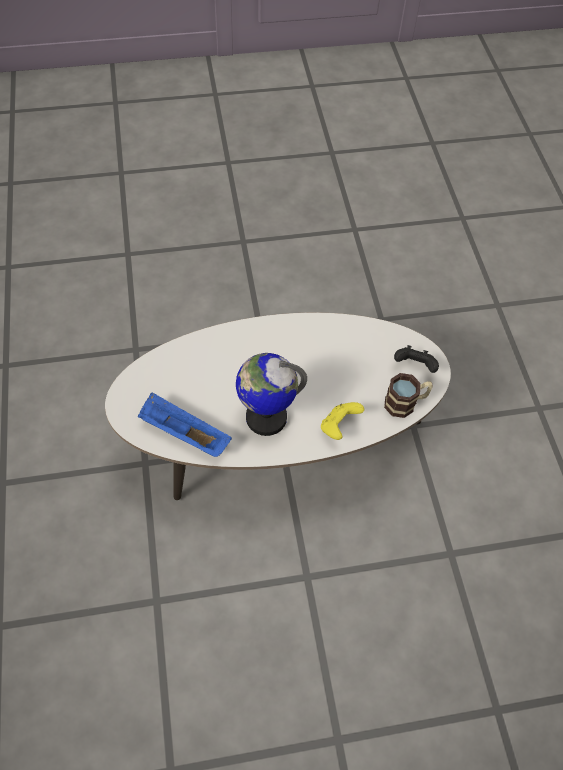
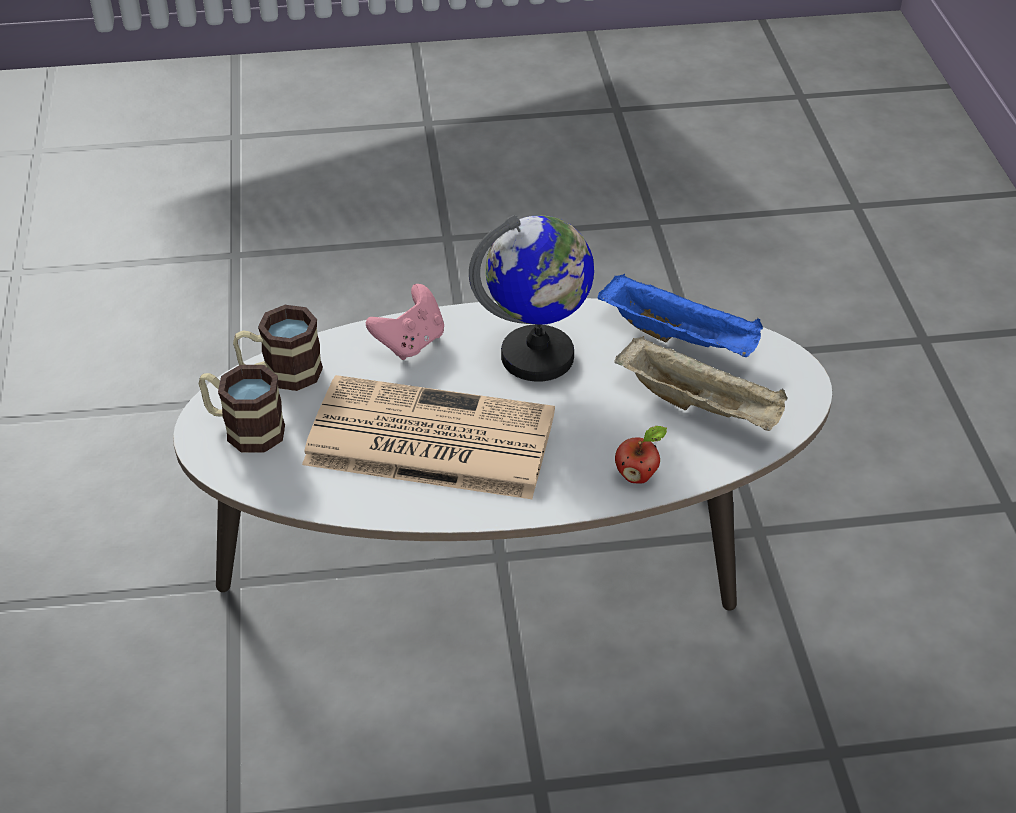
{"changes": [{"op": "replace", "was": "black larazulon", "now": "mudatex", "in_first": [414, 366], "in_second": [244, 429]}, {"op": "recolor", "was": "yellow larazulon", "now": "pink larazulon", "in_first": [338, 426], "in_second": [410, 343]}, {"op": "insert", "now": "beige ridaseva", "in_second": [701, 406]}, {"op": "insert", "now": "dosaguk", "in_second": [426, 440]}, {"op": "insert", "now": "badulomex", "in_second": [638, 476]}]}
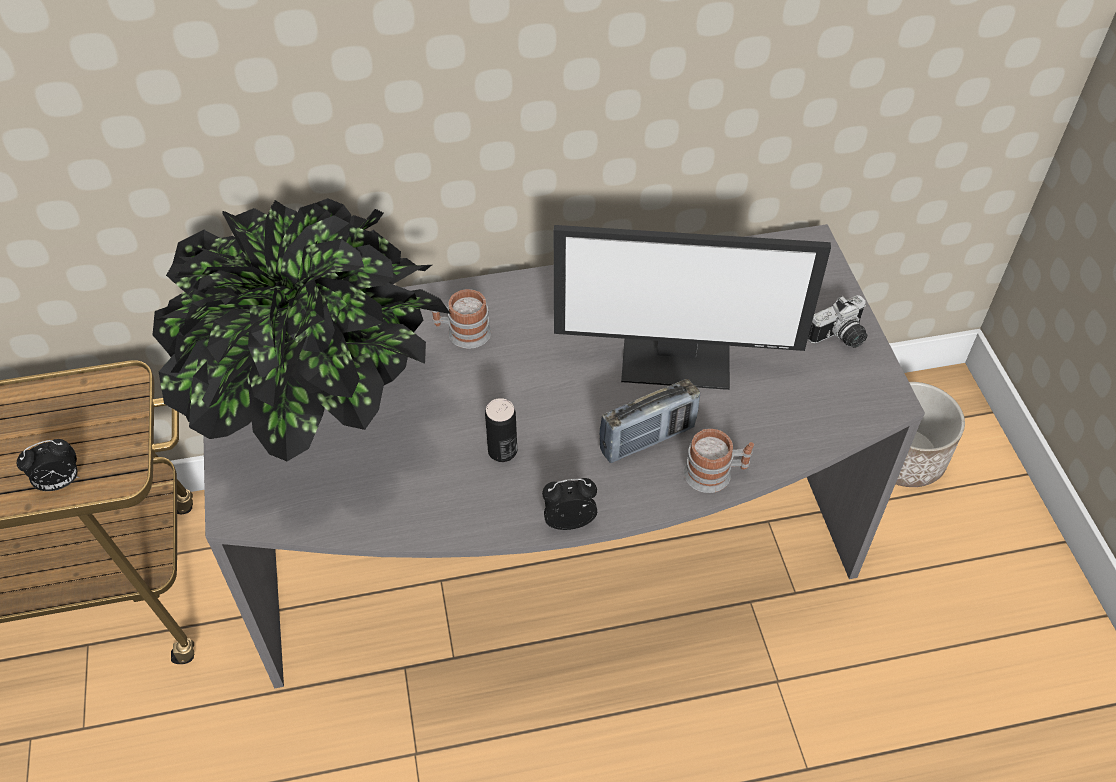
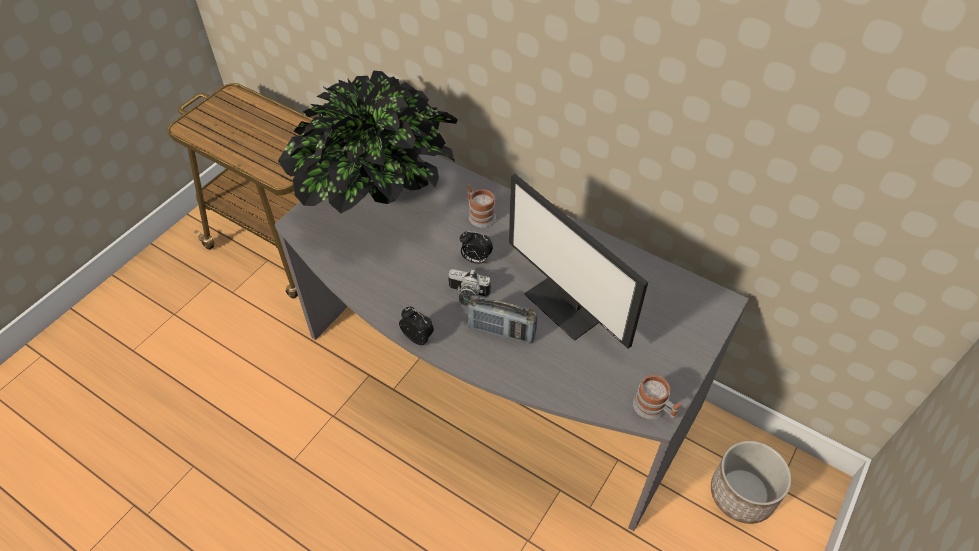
{"changes": [{"op": "move", "was": "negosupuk", "in_first": [840, 338], "in_second": [467, 296]}, {"op": "delete", "was": "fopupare", "in_first": [502, 451]}, {"op": "move", "was": "mudatex", "in_first": [715, 473], "in_second": [654, 409]}, {"op": "move", "was": "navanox", "in_first": [60, 483], "in_second": [475, 259]}]}
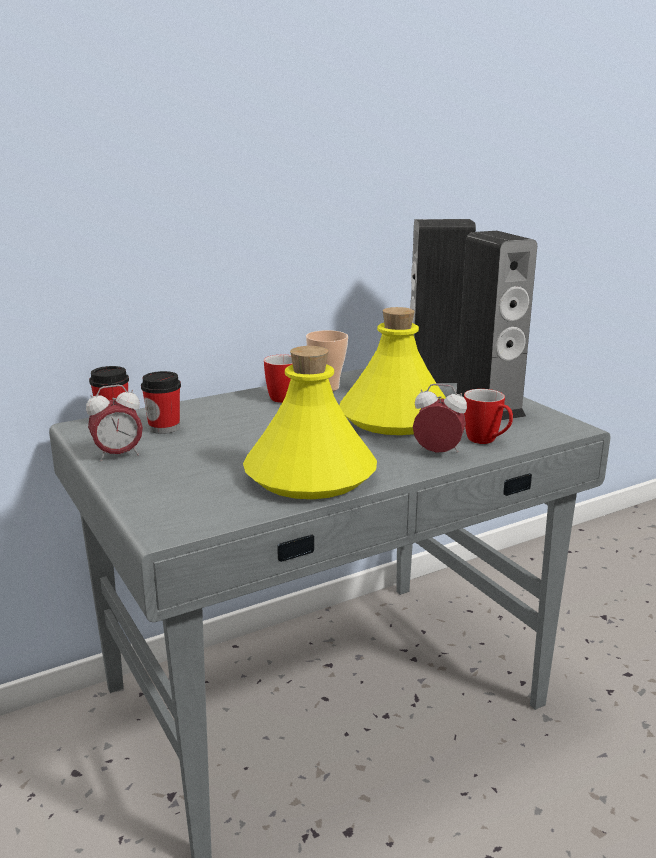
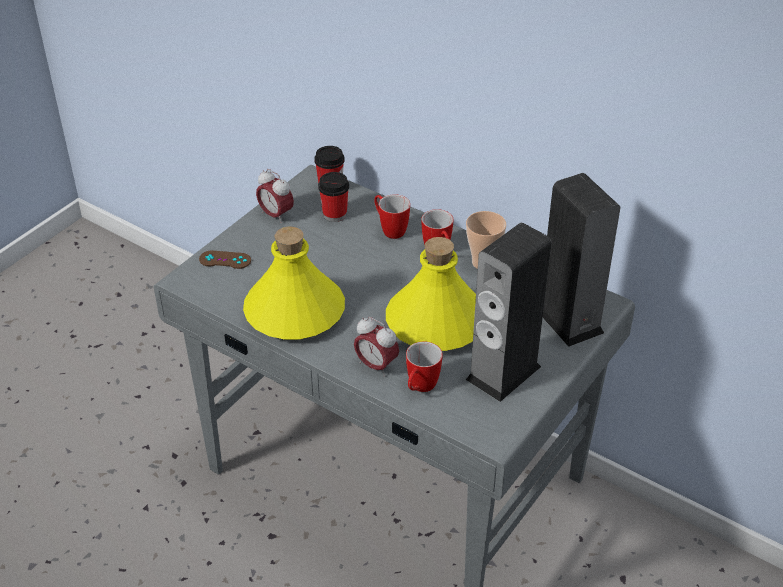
{"changes": [{"op": "rotate", "was": "navanox", "in_first": [438, 453], "in_second": [376, 366], "clockwise": 135}, {"op": "insert", "now": "mudatex", "in_second": [390, 229]}, {"op": "insert", "now": "brown larazulon", "in_second": [225, 260]}]}
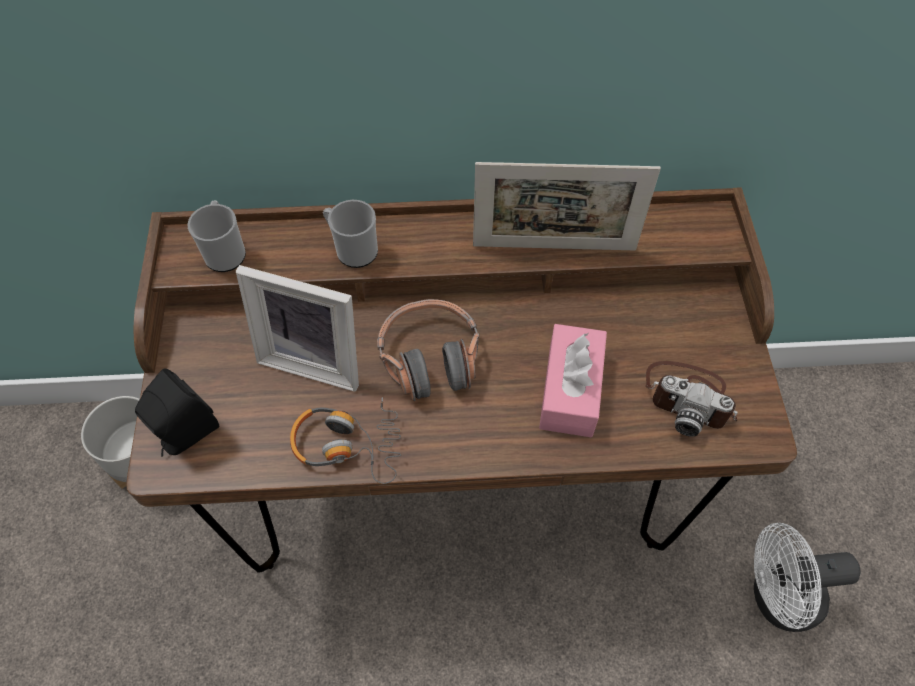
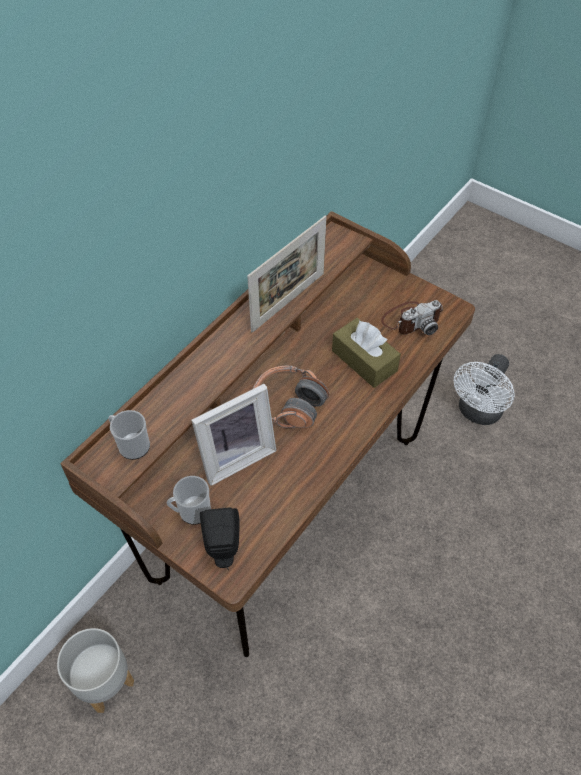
{"changes": [{"op": "move", "was": "mudatex", "in_first": [353, 250], "in_second": [191, 512]}, {"op": "recolor", "was": "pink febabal", "now": "brown febabal", "in_first": [570, 390], "in_second": [364, 360]}, {"op": "delete", "was": "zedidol", "in_first": [347, 445]}]}
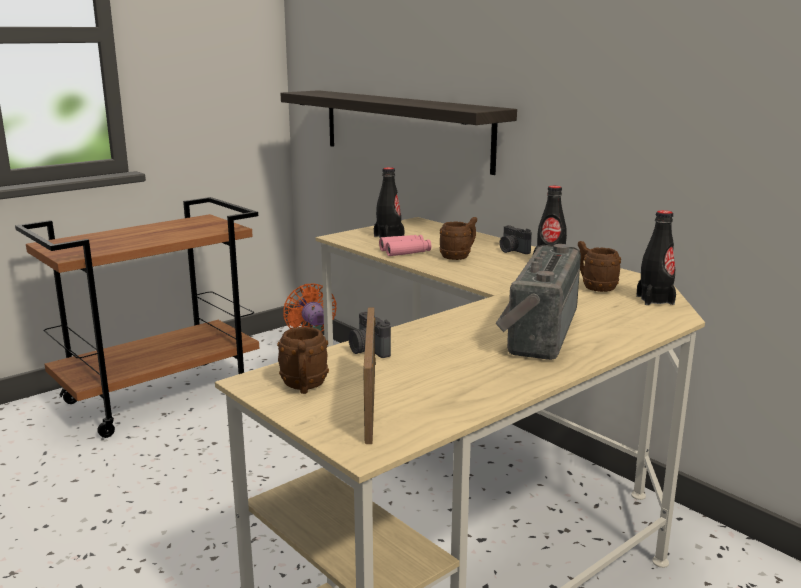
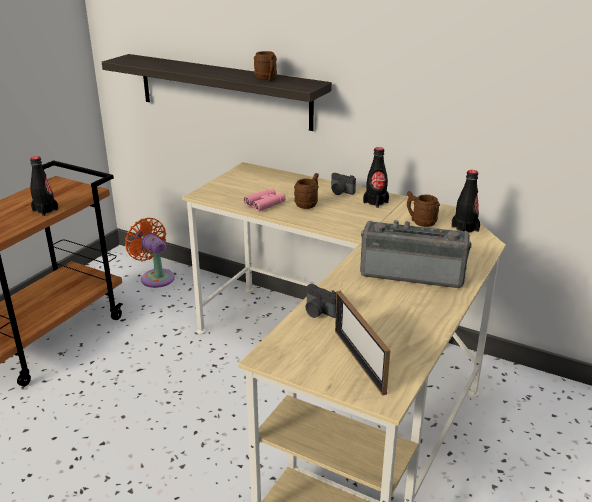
{"changes": [{"op": "move", "was": "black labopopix", "in_first": [389, 237], "in_second": [45, 210]}, {"op": "rotate", "was": "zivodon", "in_first": [535, 331], "in_second": [412, 273], "clockwise": 105}, {"op": "move", "was": "brown mudatex", "in_first": [304, 387], "in_second": [267, 79]}]}
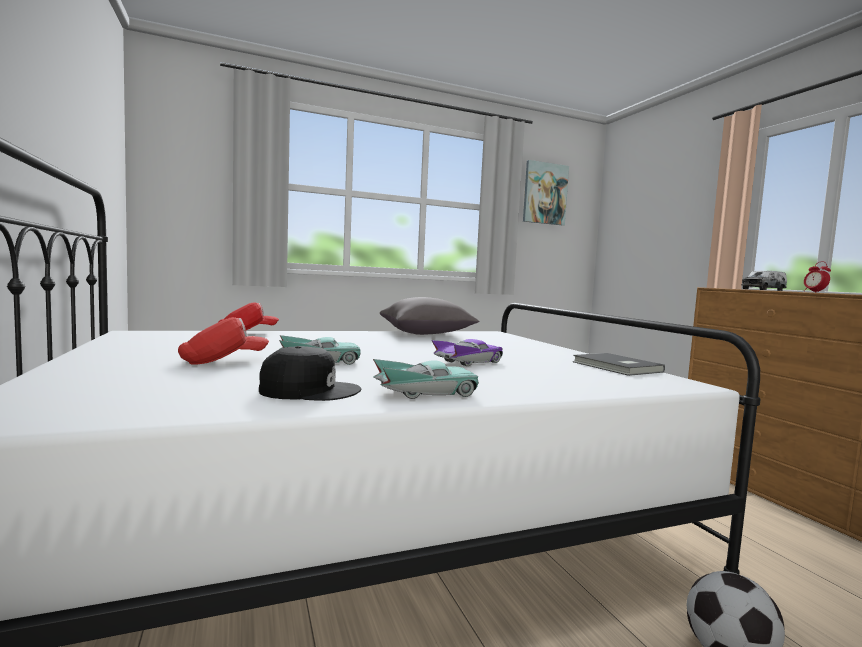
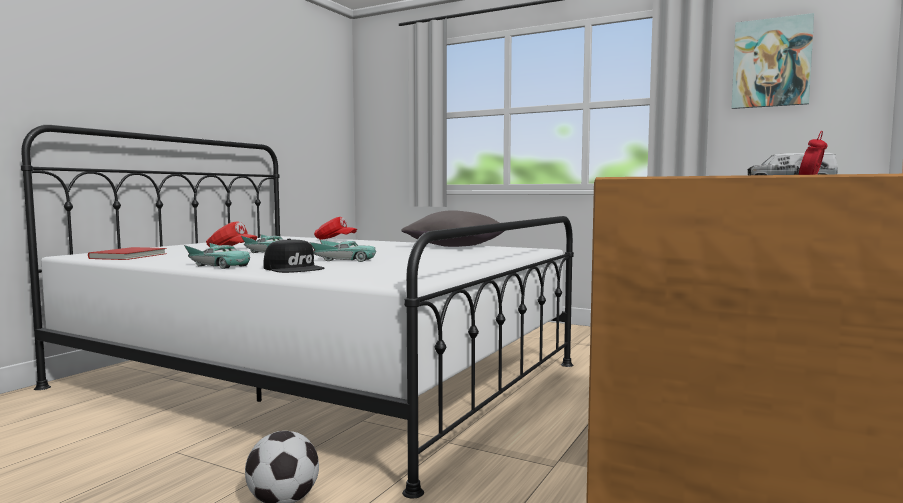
{"changes": [{"op": "recolor", "was": "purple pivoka", "now": "turquoise pivoka", "in_first": [468, 362], "in_second": [344, 260]}, {"op": "move", "was": "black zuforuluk", "in_first": [309, 390], "in_second": [294, 268]}, {"op": "delete", "was": "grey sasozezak", "in_first": [616, 367]}, {"op": "insert", "now": "red sasozezak", "in_second": [131, 256]}]}
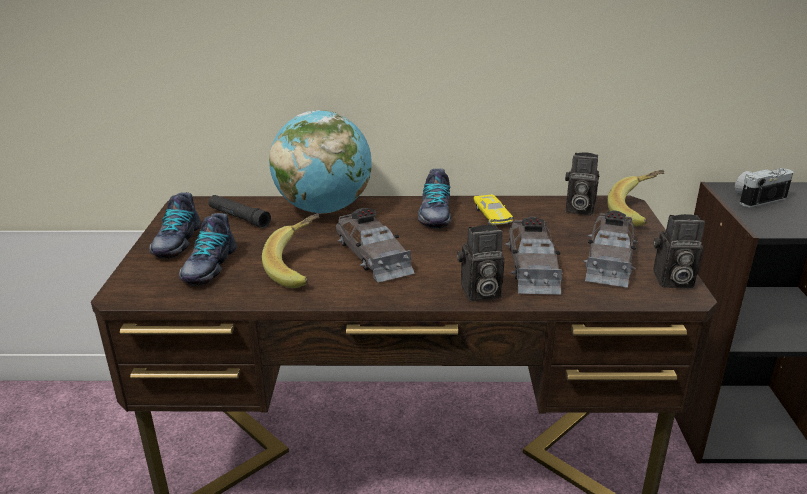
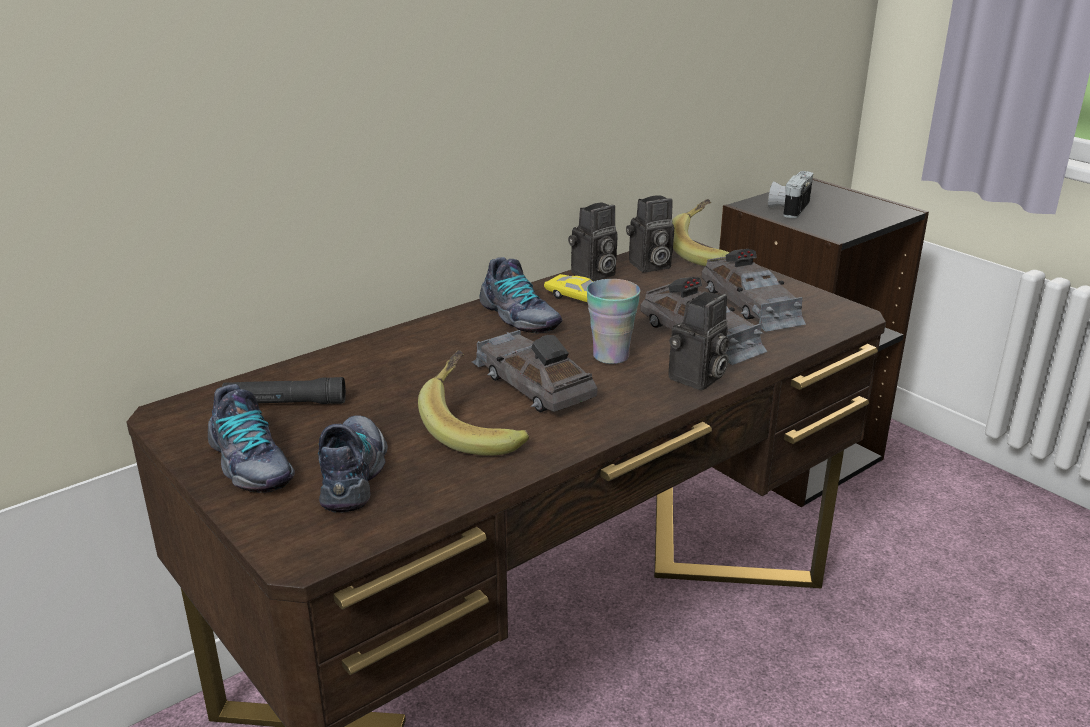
{"changes": [{"op": "delete", "was": "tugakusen", "in_first": [324, 209]}, {"op": "rotate", "was": "grey pivoka", "in_first": [373, 255], "in_second": [532, 384], "clockwise": -150}, {"op": "rotate", "was": "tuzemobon", "in_first": [208, 266], "in_second": [354, 473], "clockwise": -150}, {"op": "move", "was": "negosupuk", "in_first": [671, 281], "in_second": [593, 275]}, {"op": "insert", "now": "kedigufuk", "in_second": [611, 356]}]}
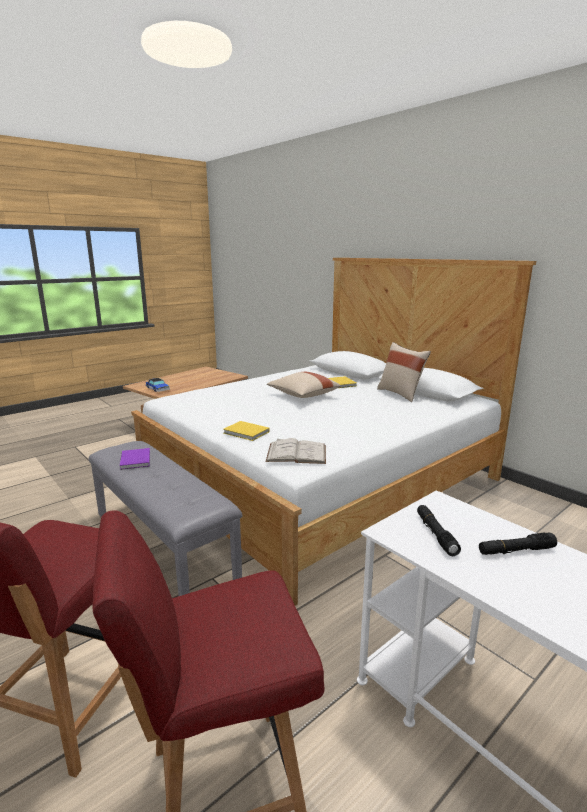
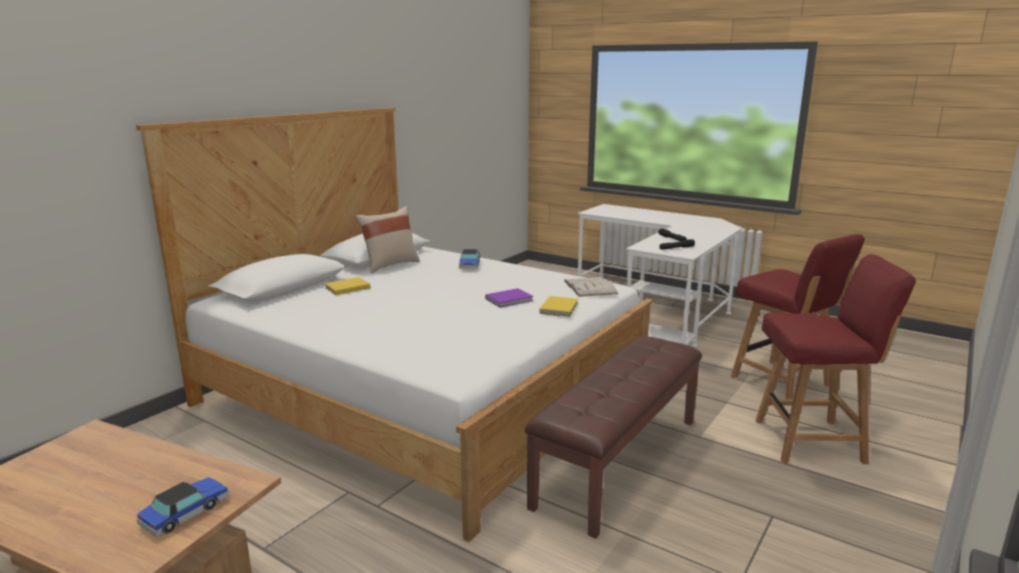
{"changes": [{"op": "delete", "was": "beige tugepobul", "in_first": [303, 395]}, {"op": "recolor", "was": "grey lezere", "now": "brown lezere", "in_first": [163, 544], "in_second": [617, 460]}, {"op": "move", "was": "purple sasozezak", "in_first": [134, 461], "in_second": [510, 300]}, {"op": "insert", "now": "pivoka", "in_second": [469, 265]}]}
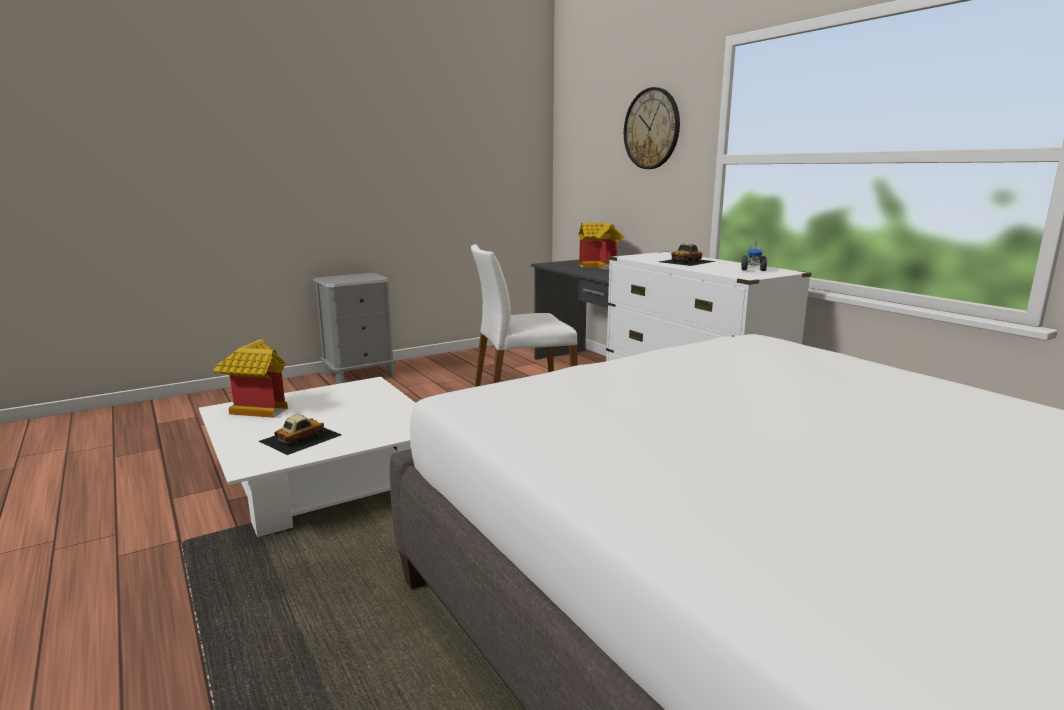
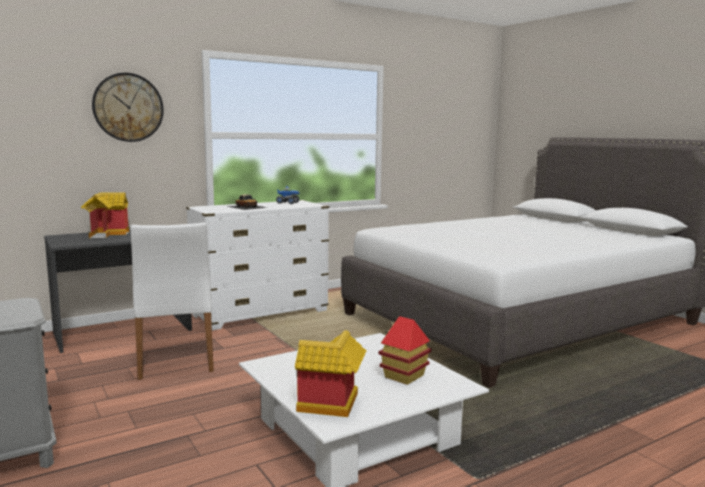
{"changes": [{"op": "replace", "was": "pivoka", "now": "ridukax", "in_first": [300, 438], "in_second": [404, 376]}]}
